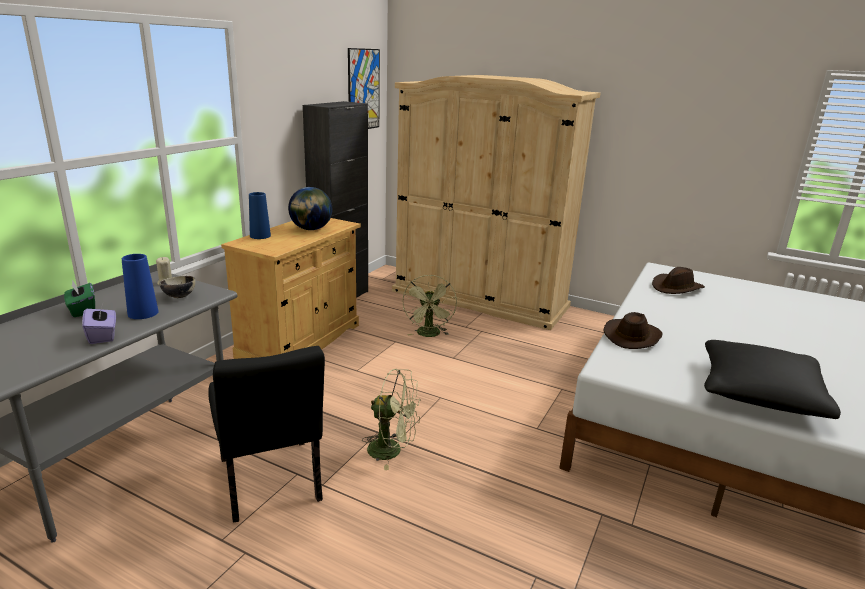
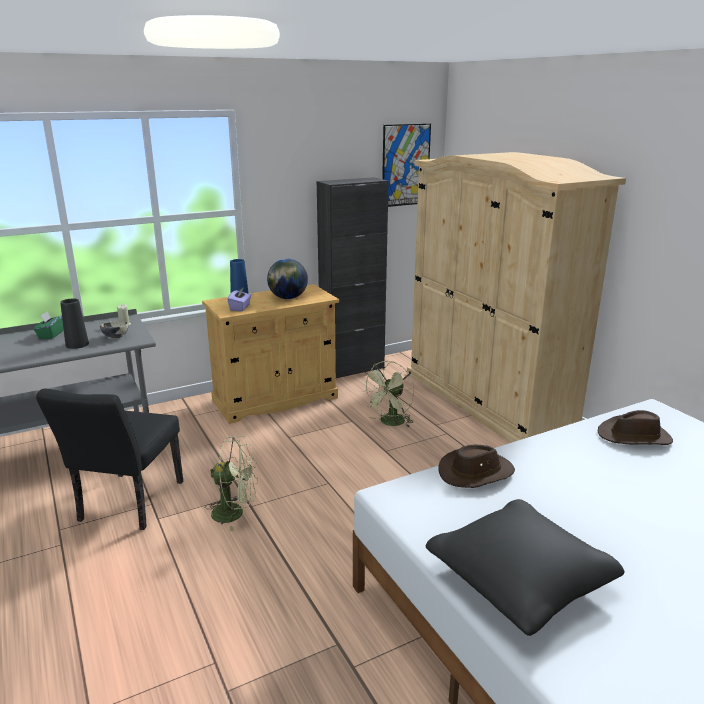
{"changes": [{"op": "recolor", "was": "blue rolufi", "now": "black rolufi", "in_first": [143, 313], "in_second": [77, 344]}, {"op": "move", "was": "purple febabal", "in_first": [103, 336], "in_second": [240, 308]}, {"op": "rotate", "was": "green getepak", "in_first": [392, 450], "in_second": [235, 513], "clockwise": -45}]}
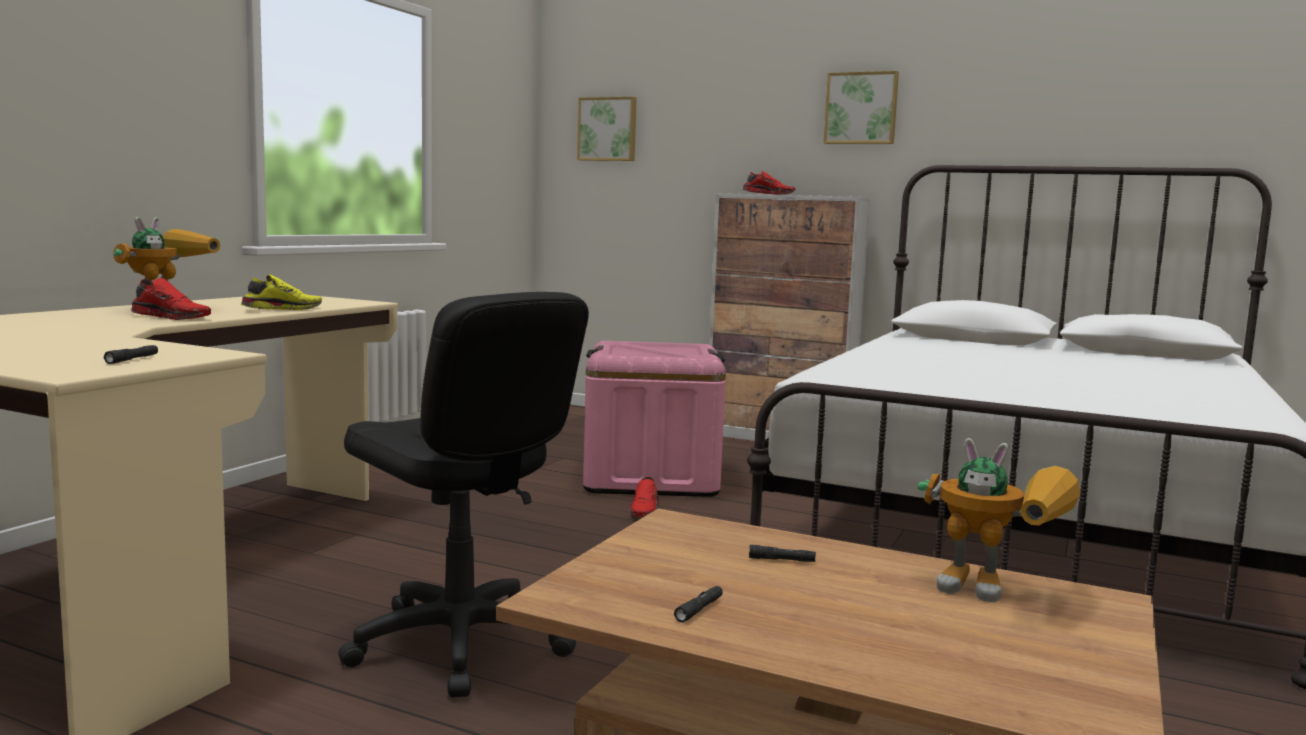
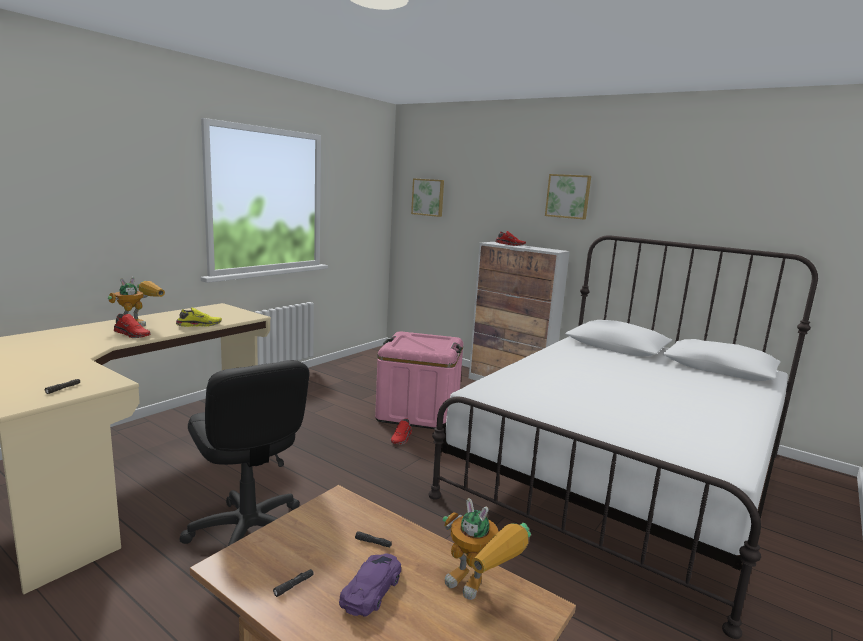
{"changes": [{"op": "insert", "now": "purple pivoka", "in_second": [372, 589]}]}
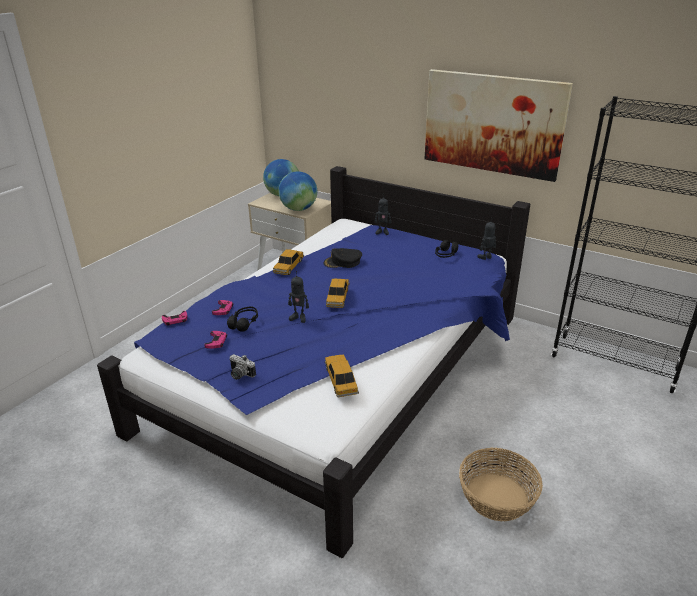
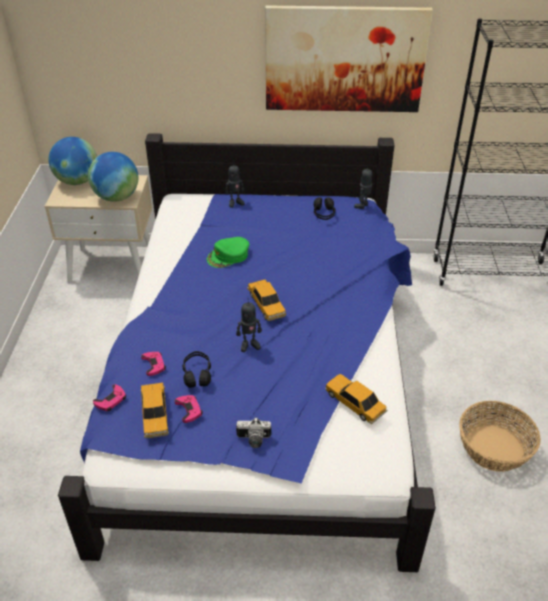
{"changes": [{"op": "recolor", "was": "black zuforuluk", "now": "green zuforuluk", "in_first": [342, 262], "in_second": [228, 256]}, {"op": "move", "was": "pivoka", "in_first": [288, 266], "in_second": [155, 415]}]}
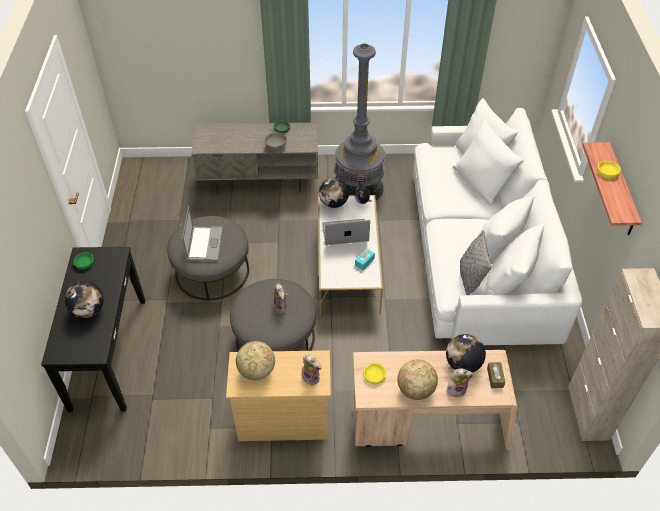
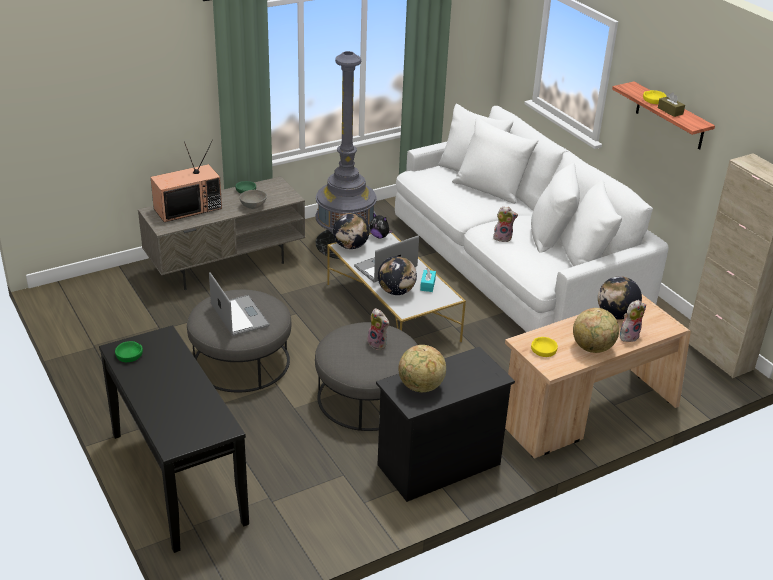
{"changes": [{"op": "delete", "was": "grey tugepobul", "in_first": [470, 278]}, {"op": "move", "was": "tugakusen", "in_first": [88, 310], "in_second": [396, 291]}, {"op": "recolor", "was": "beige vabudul", "now": "black vabudul", "in_first": [282, 419], "in_second": [438, 464]}, {"op": "move", "was": "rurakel", "in_first": [312, 377], "in_second": [503, 237]}, {"op": "move", "was": "brown febabal", "in_first": [495, 378], "in_second": [670, 111]}, {"op": "insert", "now": "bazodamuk", "in_second": [188, 208]}]}
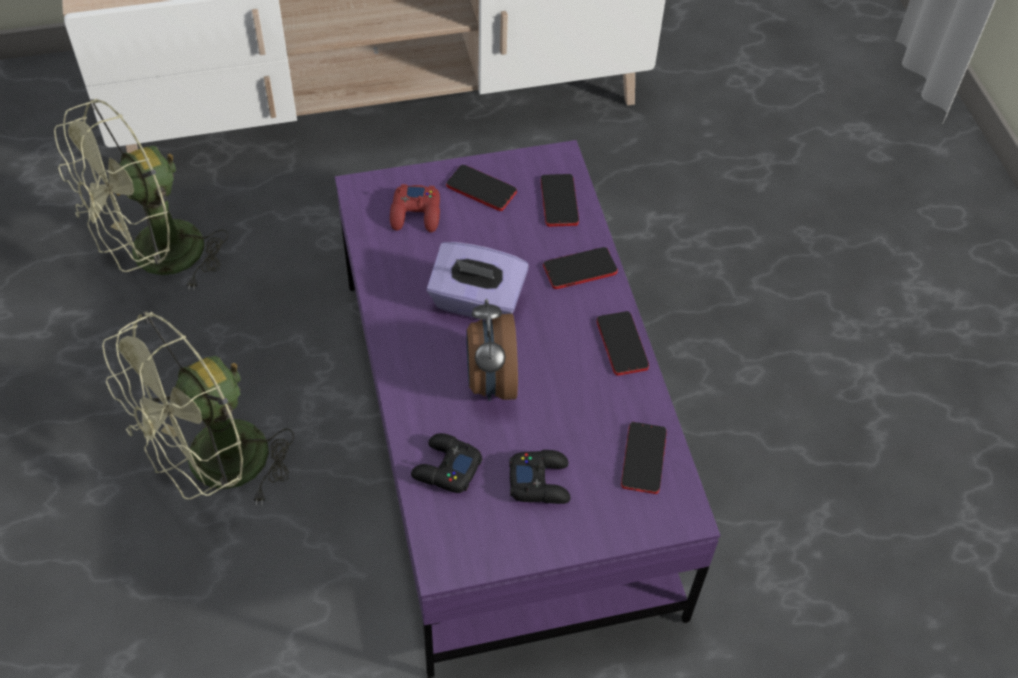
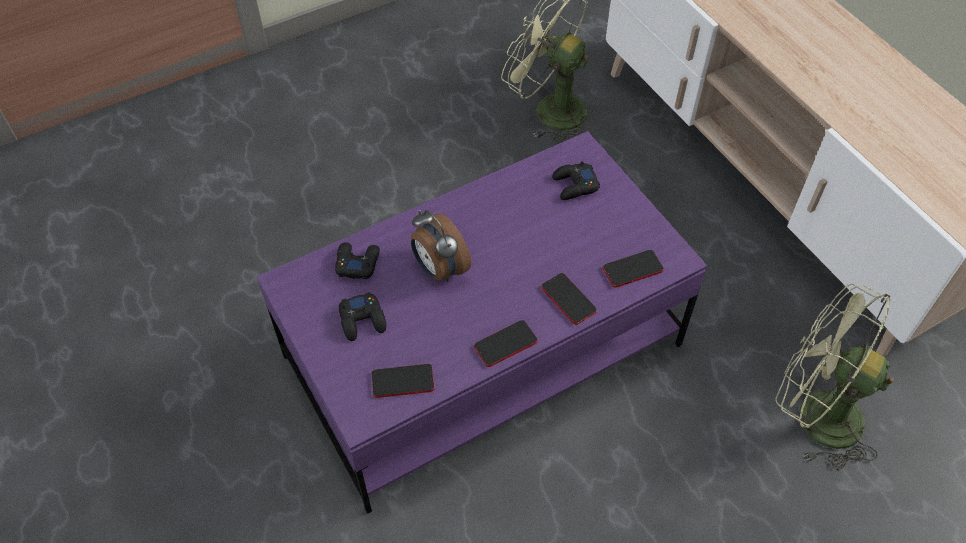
{"changes": [{"op": "delete", "was": "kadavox", "in_first": [481, 189]}, {"op": "recolor", "was": "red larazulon", "now": "black larazulon", "in_first": [416, 214], "in_second": [575, 185]}, {"op": "delete", "was": "purple febabal", "in_first": [477, 302]}, {"op": "rotate", "was": "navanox", "in_first": [490, 381], "in_second": [439, 269], "clockwise": -105}, {"op": "move", "was": "green getepak", "in_first": [214, 469], "in_second": [814, 415]}]}
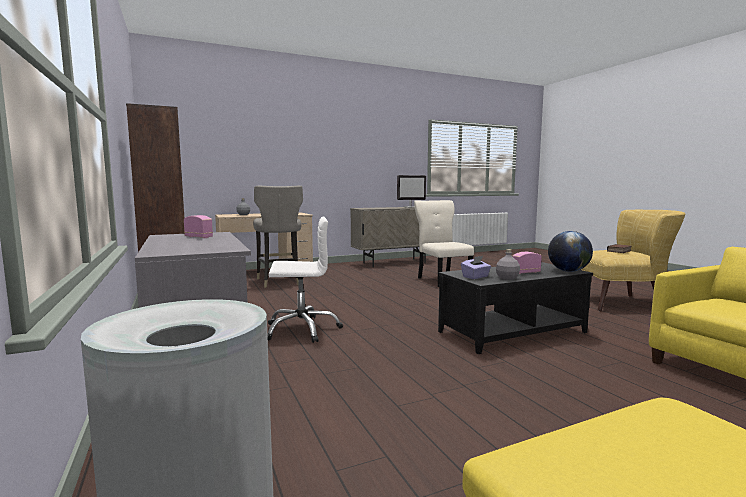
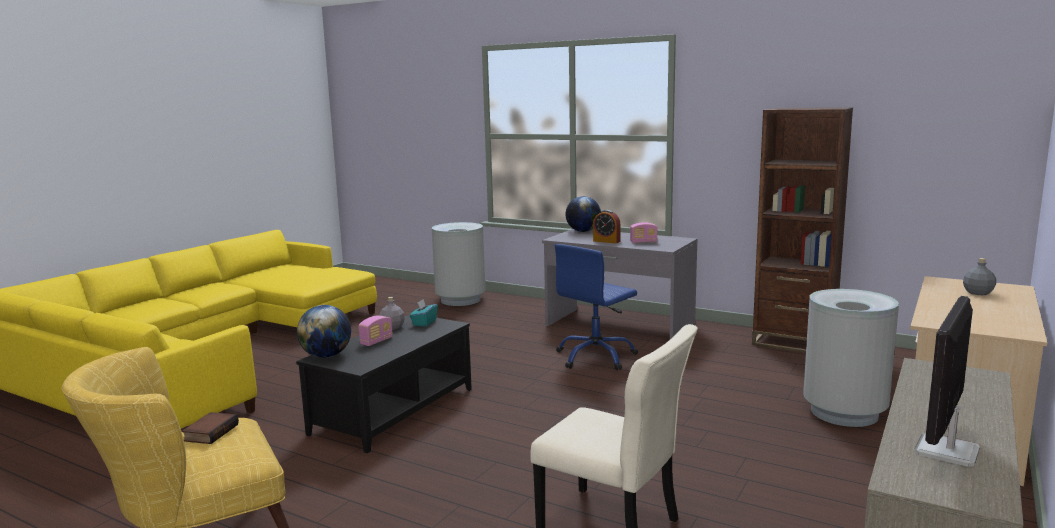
{"changes": [{"op": "replace", "was": "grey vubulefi", "now": "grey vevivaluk", "in_first": [279, 282], "in_second": [844, 413]}, {"op": "recolor", "was": "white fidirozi", "now": "blue fidirozi", "in_first": [302, 329], "in_second": [596, 357]}, {"op": "recolor", "was": "purple febabal", "now": "turquoise febabal", "in_first": [475, 277], "in_second": [424, 322]}, {"op": "insert", "now": "tugakusen", "in_second": [583, 231]}, {"op": "insert", "now": "navanox", "in_second": [606, 241]}]}
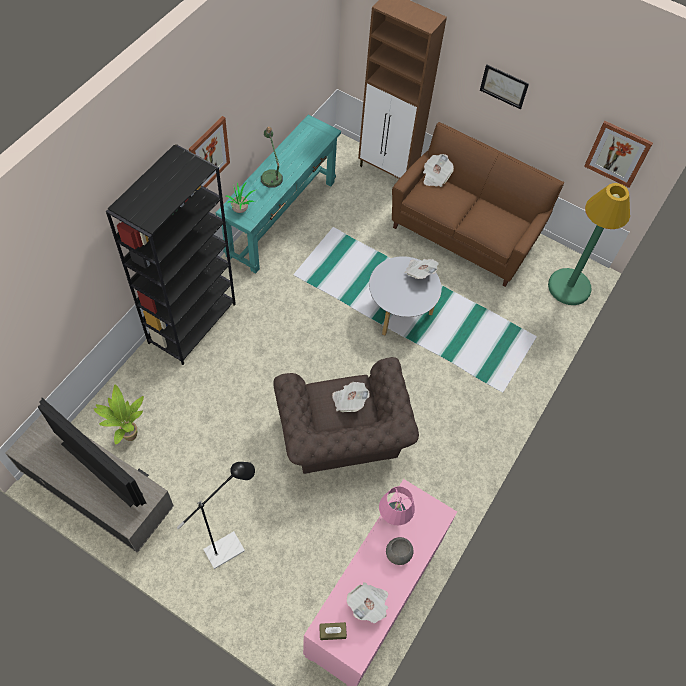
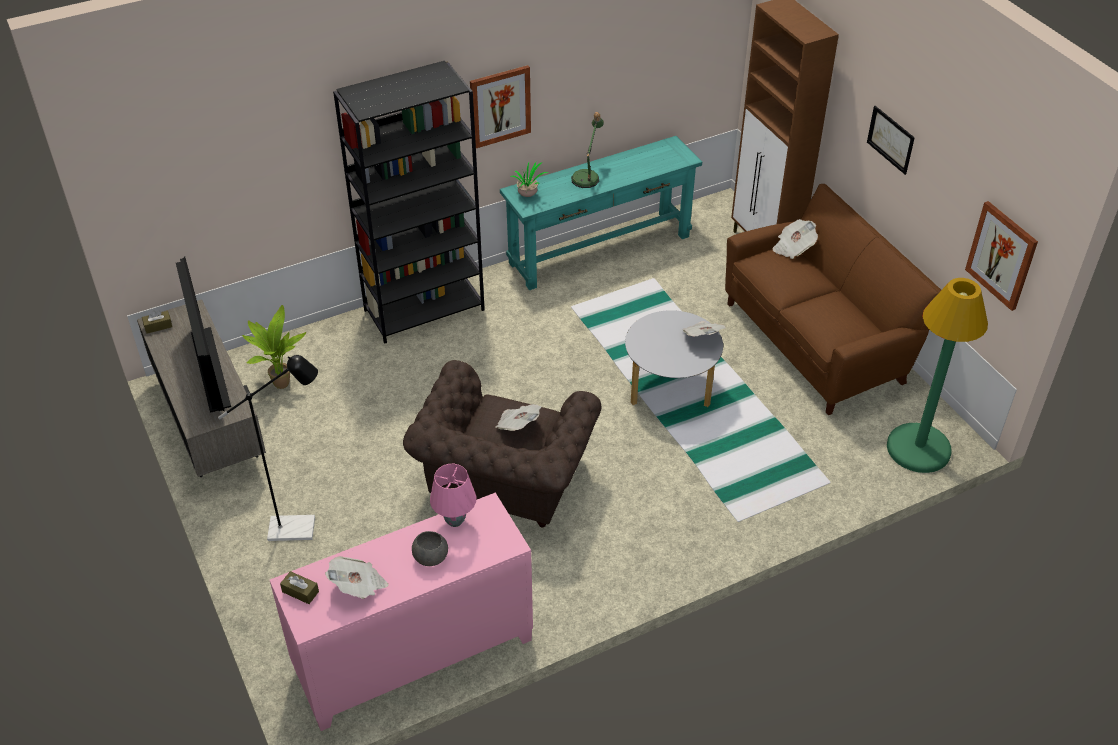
{"changes": [{"op": "insert", "now": "brown febabal", "in_second": [158, 326]}]}
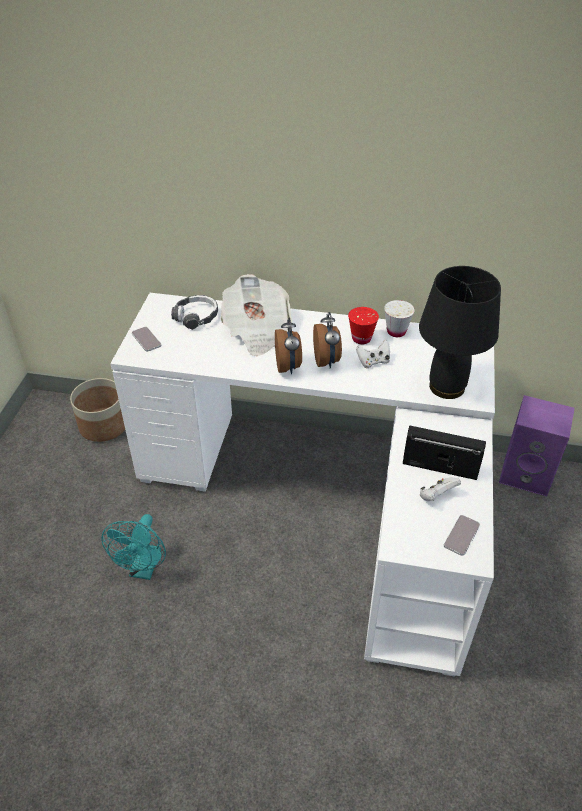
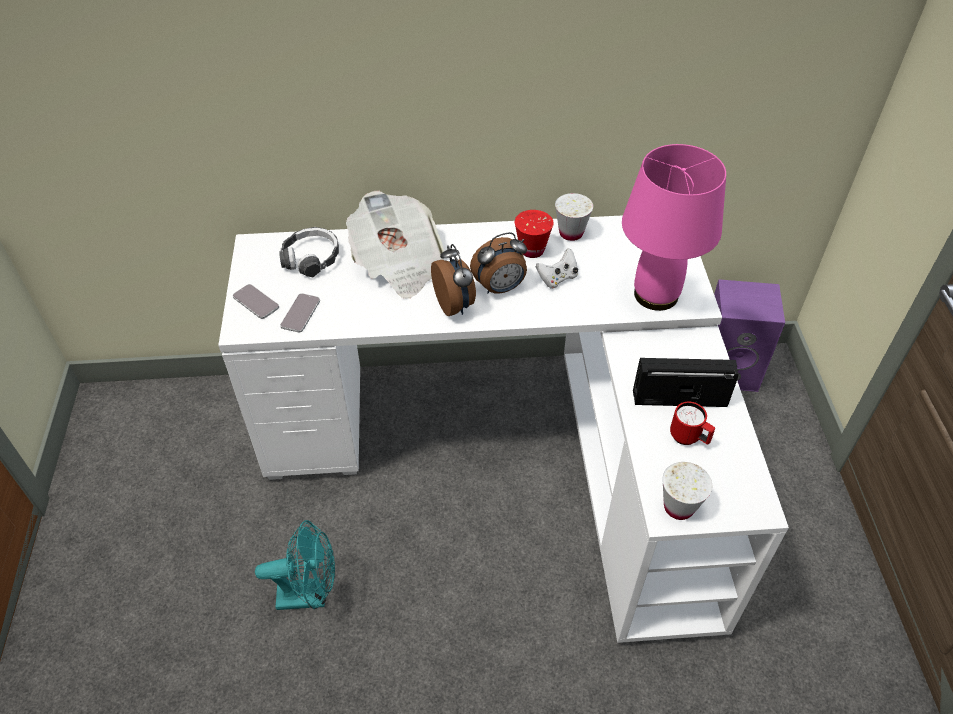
{"changes": [{"op": "recolor", "was": "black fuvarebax", "now": "pink fuvarebax", "in_first": [447, 387], "in_second": [656, 295]}, {"op": "rotate", "was": "navanox", "in_first": [327, 361], "in_second": [500, 288], "clockwise": 90}, {"op": "delete", "was": "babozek", "in_first": [103, 425]}, {"op": "replace", "was": "white larazulon", "now": "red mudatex", "in_first": [436, 496], "in_second": [689, 438]}, {"op": "rotate", "was": "turquoise getepak", "in_first": [144, 569], "in_second": [310, 594], "clockwise": -90}, {"op": "move", "was": "kadavox", "in_first": [461, 535], "in_second": [300, 313]}, {"op": "insert", "now": "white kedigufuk", "in_second": [678, 507]}]}
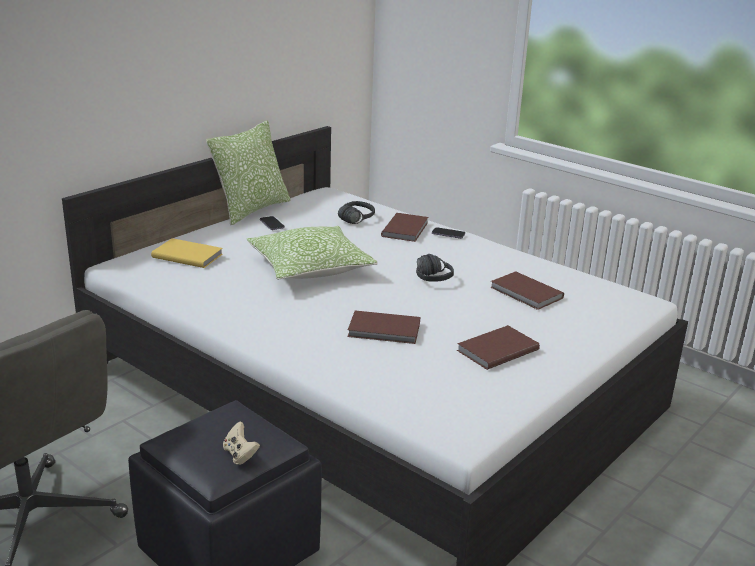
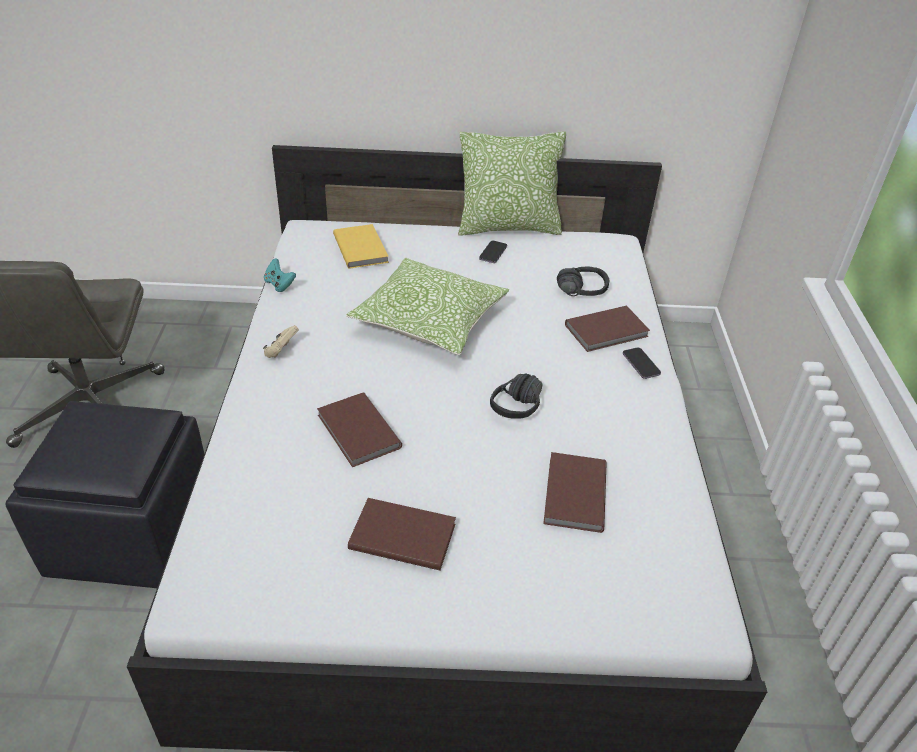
{"changes": [{"op": "move", "was": "beige larazulon", "in_first": [240, 455], "in_second": [281, 351]}, {"op": "insert", "now": "turquoise larazulon", "in_second": [279, 285]}]}
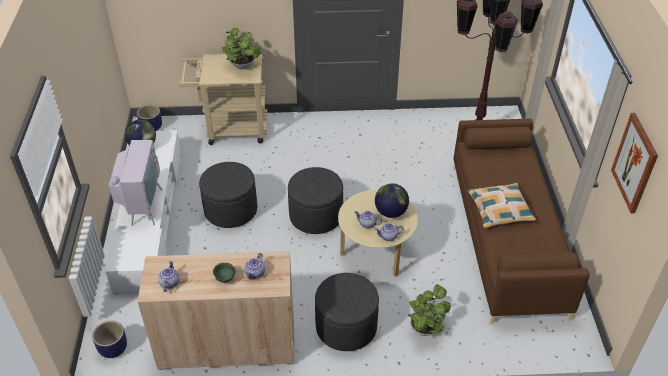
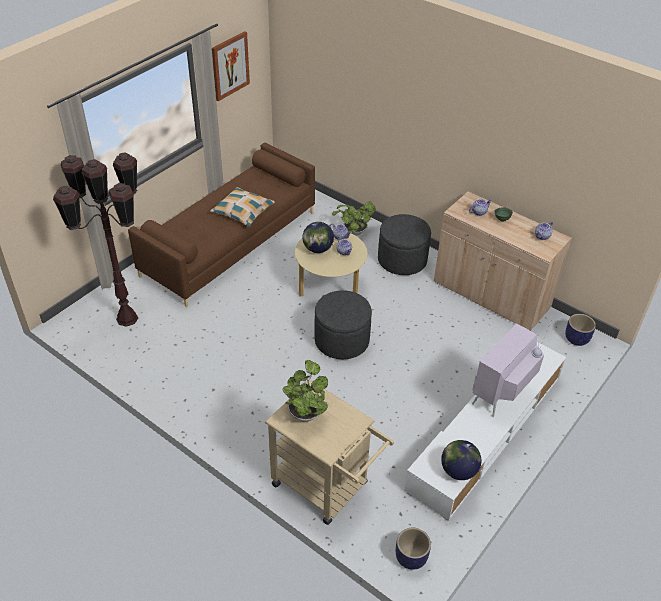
{"changes": [{"op": "delete", "was": "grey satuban", "in_first": [231, 210]}]}
